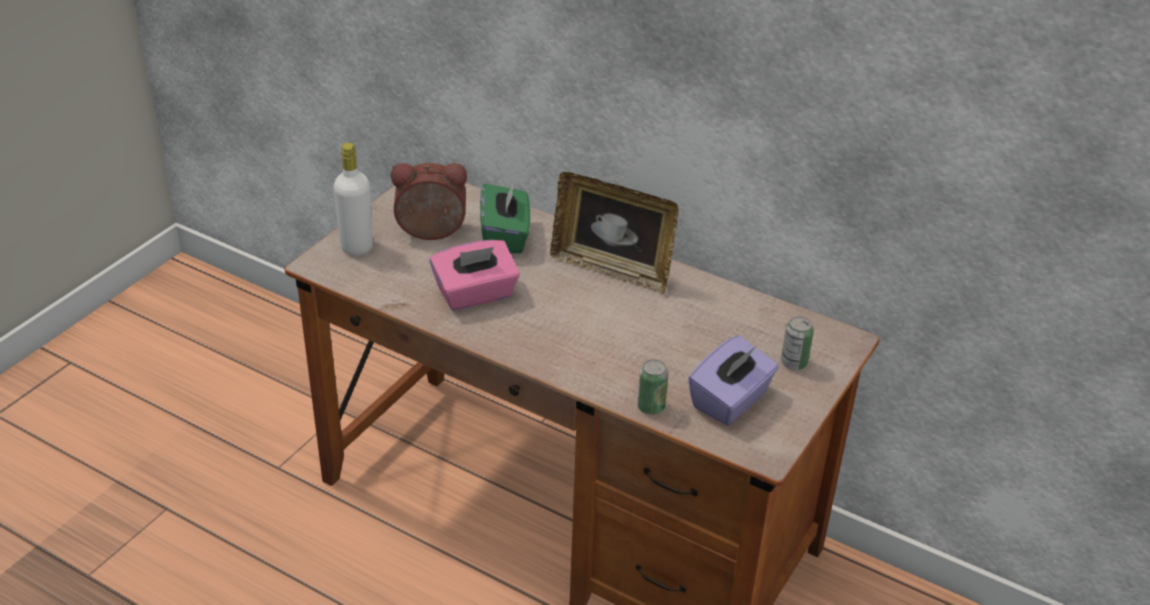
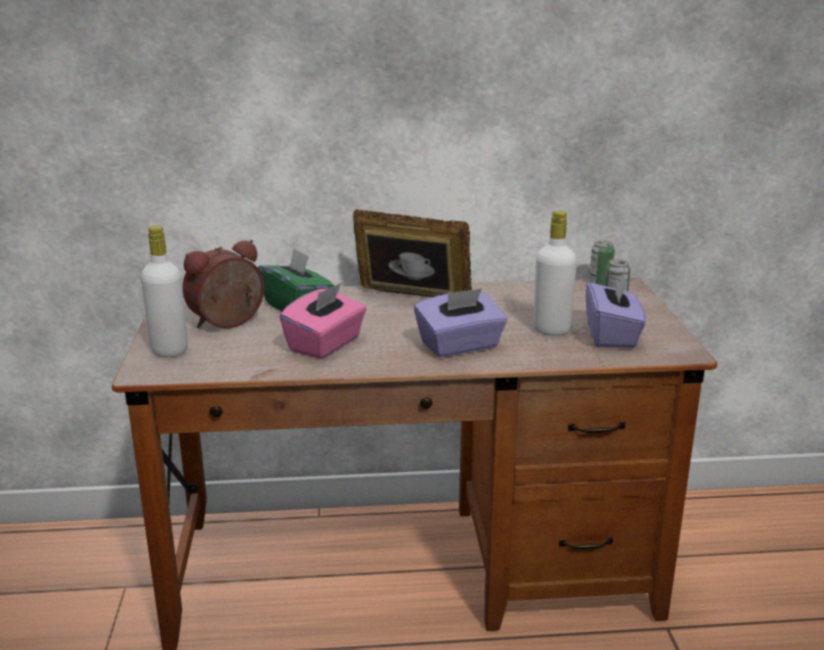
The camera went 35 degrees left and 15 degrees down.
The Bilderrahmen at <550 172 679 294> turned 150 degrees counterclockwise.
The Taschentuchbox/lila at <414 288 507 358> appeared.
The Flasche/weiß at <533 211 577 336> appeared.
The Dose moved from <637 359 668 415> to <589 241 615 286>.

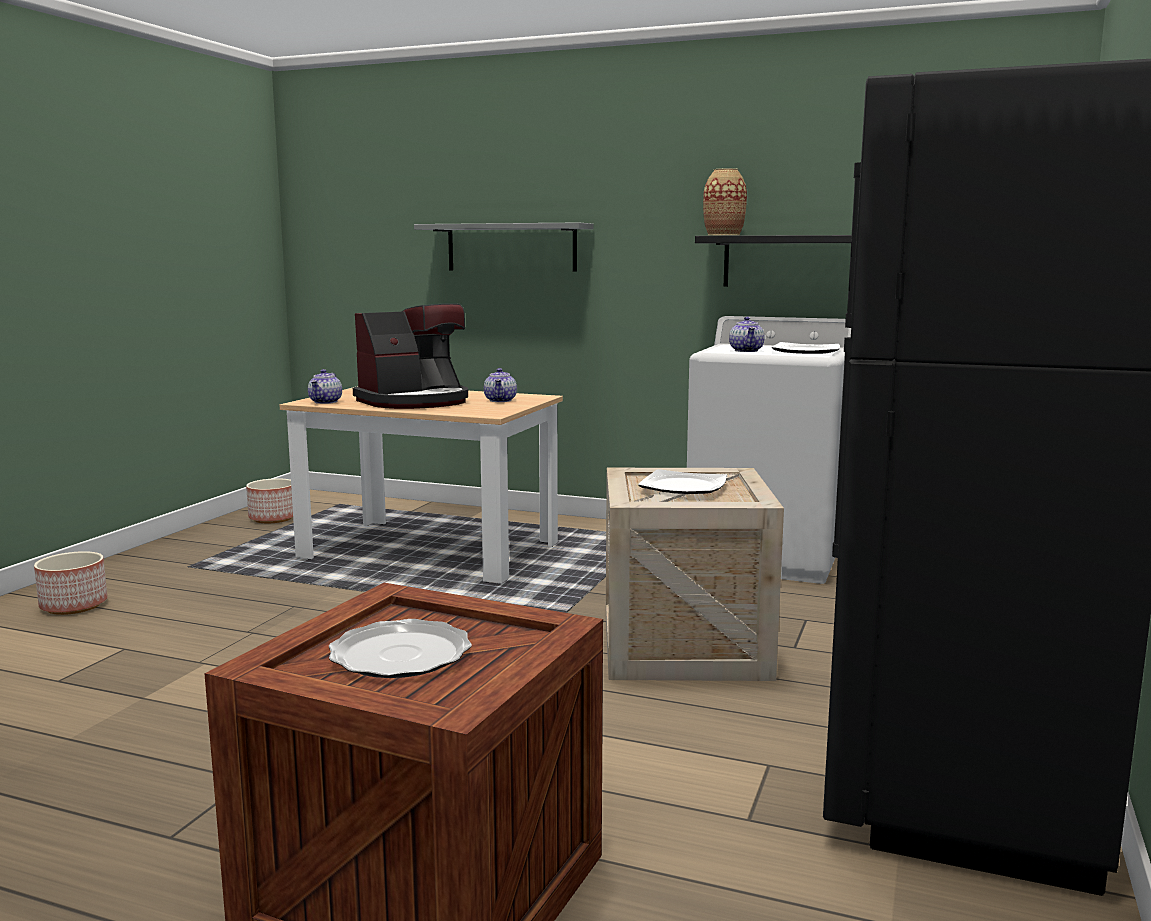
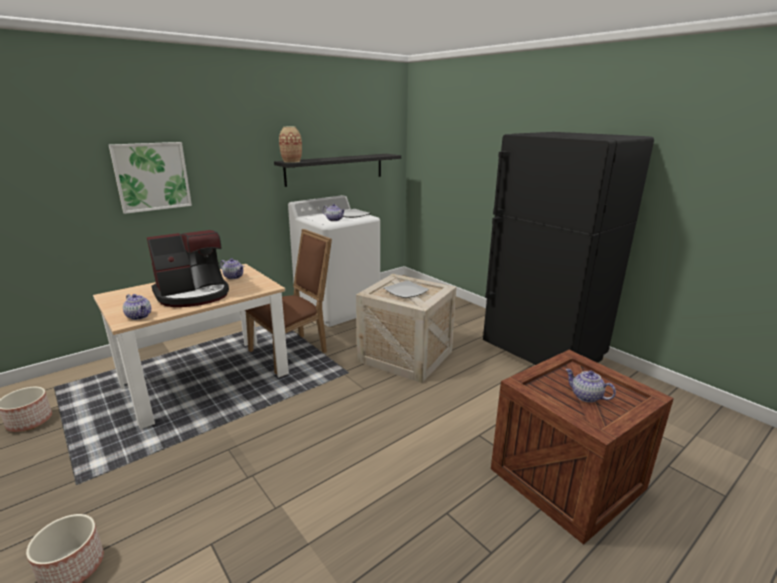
The camera went 60 degrees left and 10 degrees up.
The Wandregal/grau at <414 223 593 272> was replaced by the Bild at <109 142 192 214>.
The Kaffeemaschine at <353 303 468 409> turned 60 degrees clockwise.
The Stuhl/braun at <245 229 332 375> appeared.
The Teller at <329 619 472 678> was replaced by the Teekanne at <565 369 616 403>.

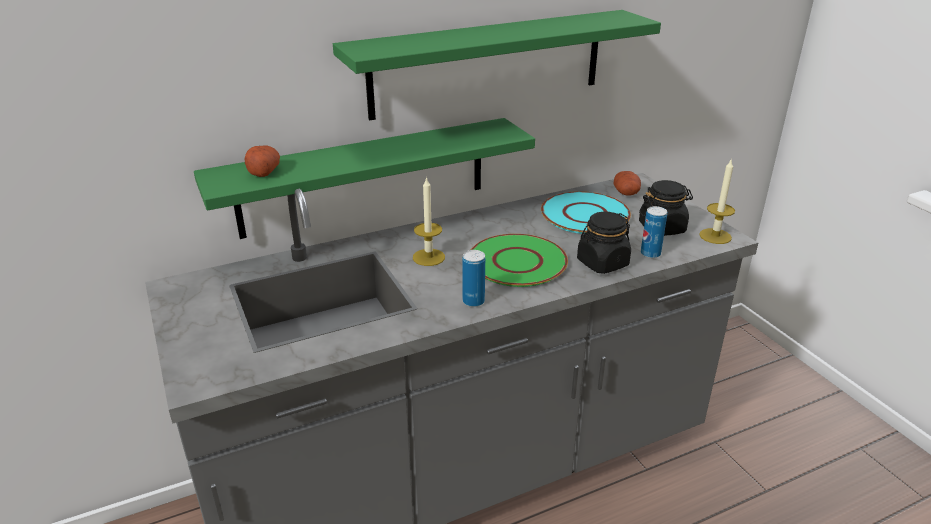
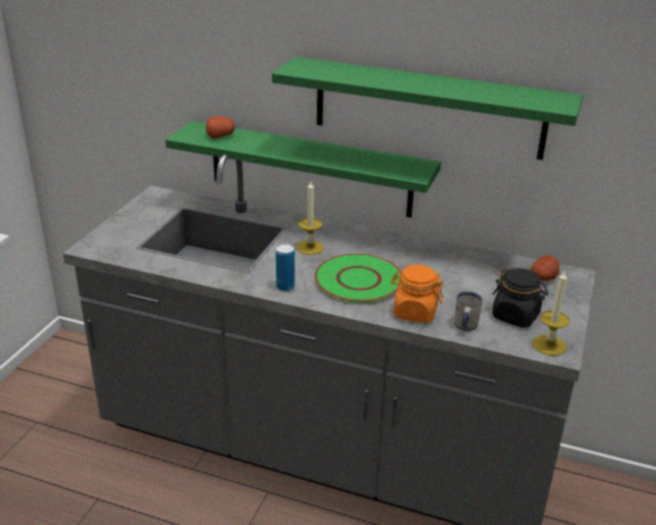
The camera went 45 degrees right and 0 degrees up.
The Vorratsglas/schwarz at <577 212 631 274> became the Vorratsglas/orange at <391 265 443 323>.
The Dose at <641 206 667 258> was replaced by the Henkelbecher/weiß at <454 291 483 331>.
The Teller/türkis at <541 191 631 234> disappeared.

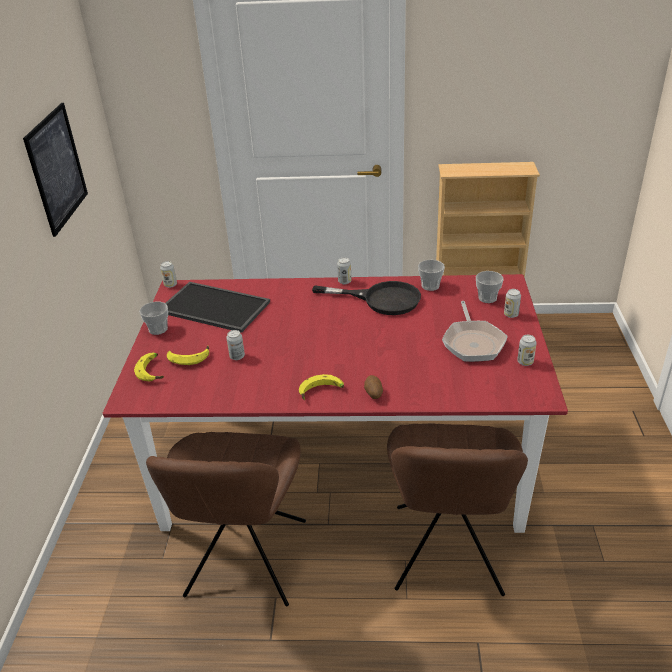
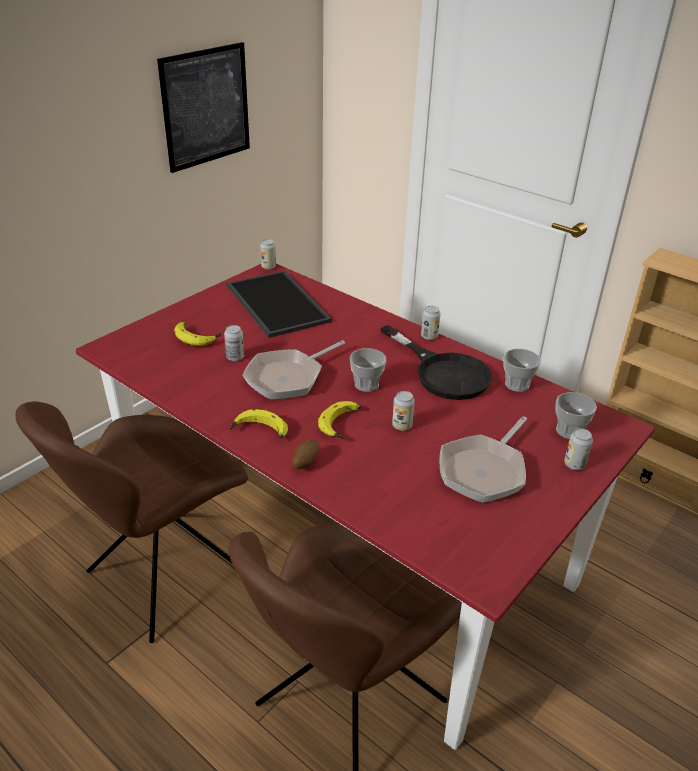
The camera went 35 degrees right and 0 degrees up.
The Pfanne at <242 340 345 400> appeared.
The Banane moved from <134 353 164 381> to <318 401 361 439>.
The Tasse moved from <139 301 168 335> to <350 348 386 392>.
The Dose moved from <517 335 537 366> to <392 391 415 431>.

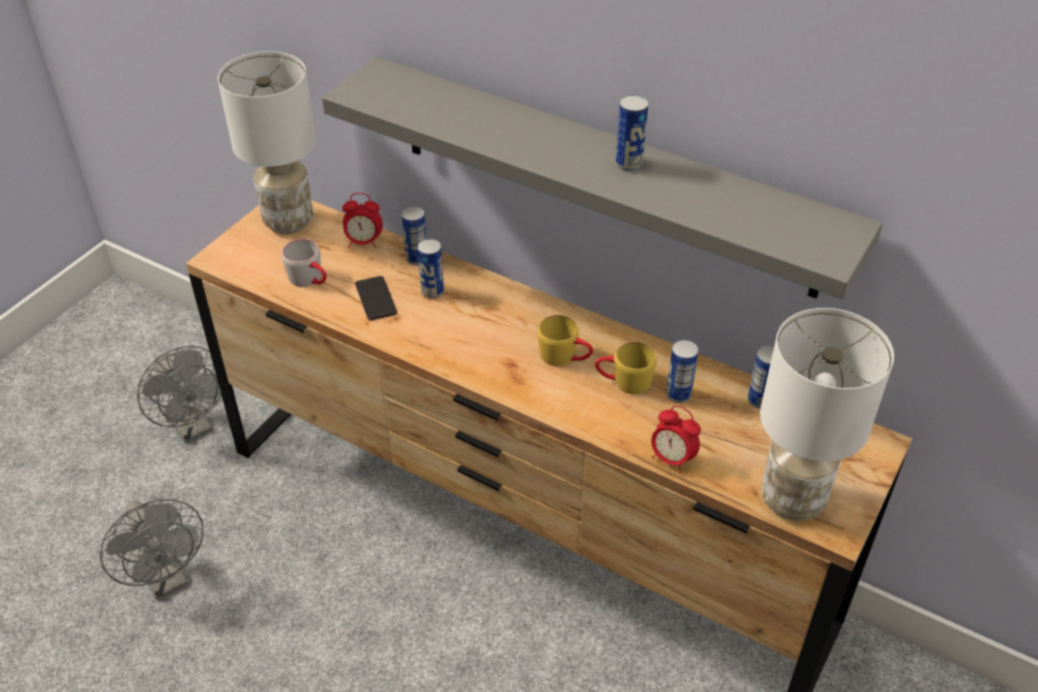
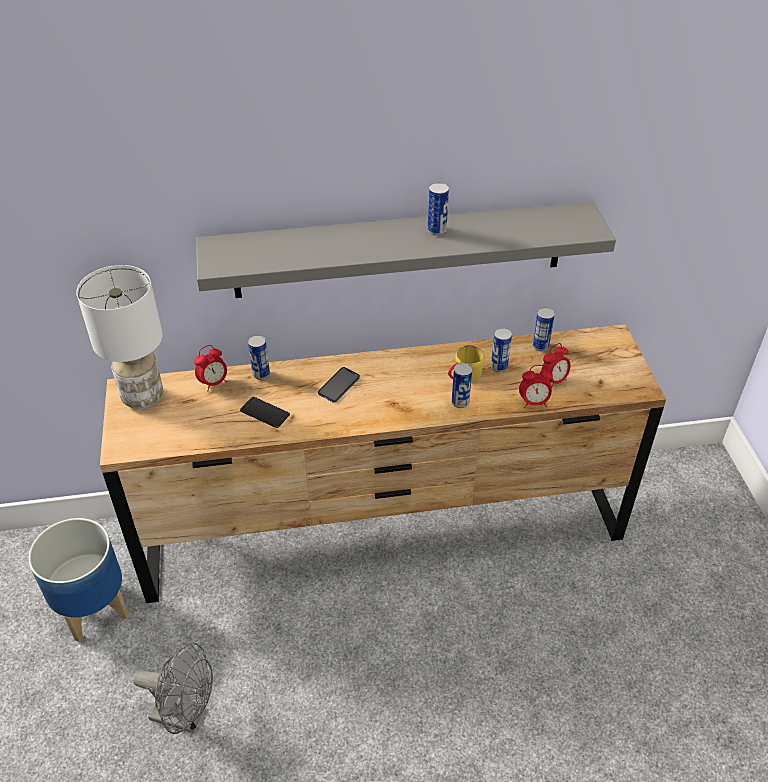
The camera went 40 degrees left and 0 degrees up.
The Ventilator/grau at <137 346 221 443> was replaced by the Pflanzkübel at <28 518 129 642>.
The Handy at <318 367 360 403> appeared.
The Dose moved from <418 239 444 299> to <452 363 472 408>.
The Wecker at <541 343 571 389> appeared.
The Henkelbecher/grau at <282 239 327 287> disappeared.
The Henkelbecher/gelb at <538 314 593 366> disappeared.
The Tischlampe/weiß at <760 308 894 521> disappeared.

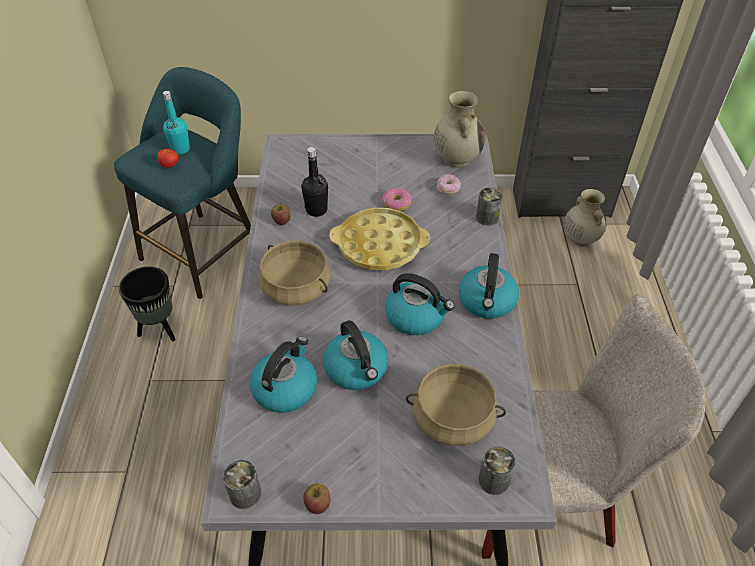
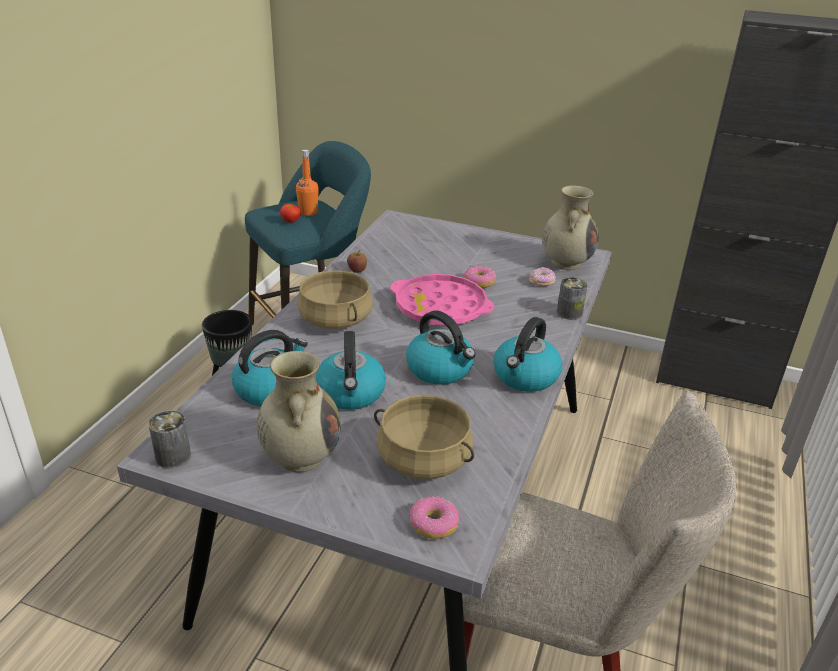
The camera went 20 degrees right and 15 degrees down.
The Vase/beige moved from <564 189 606 246> to <257 351 341 472>.
The Flasche/türkis at <163 91 190 154> became the Flasche/orange at <296 149 319 216>.
The Tablett/gelb at <330 208 430 270> became the Tablett/rosa at <390 274 494 327>.
The Dose at <479 446 516 495> was replaced by the Donut at <409 496 459 539>.
The Flasche/schwarz at <301 147 328 217> disappeared.
The Apfel at <303 483 330 514> disappeared.

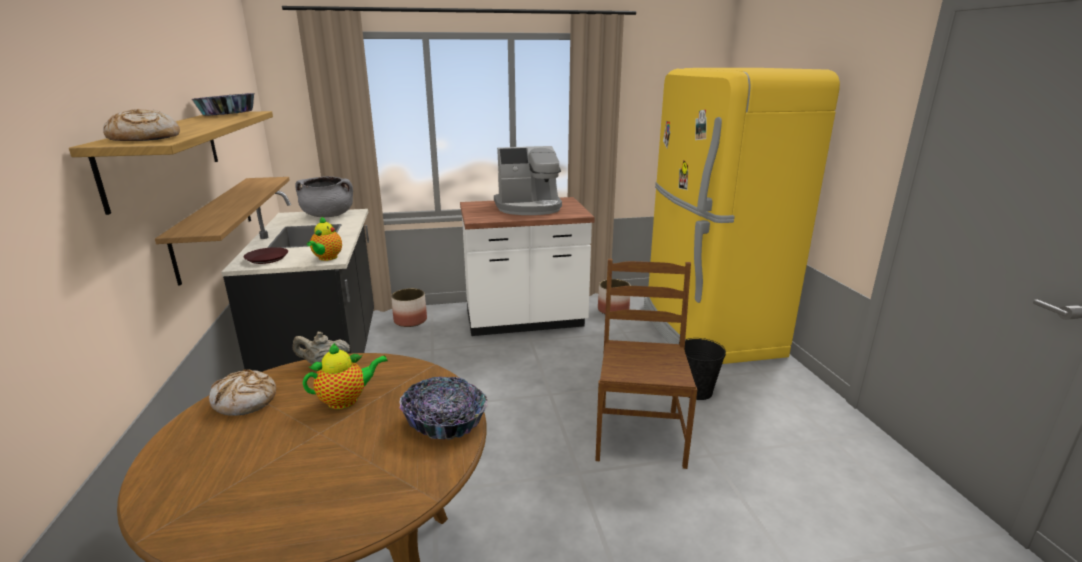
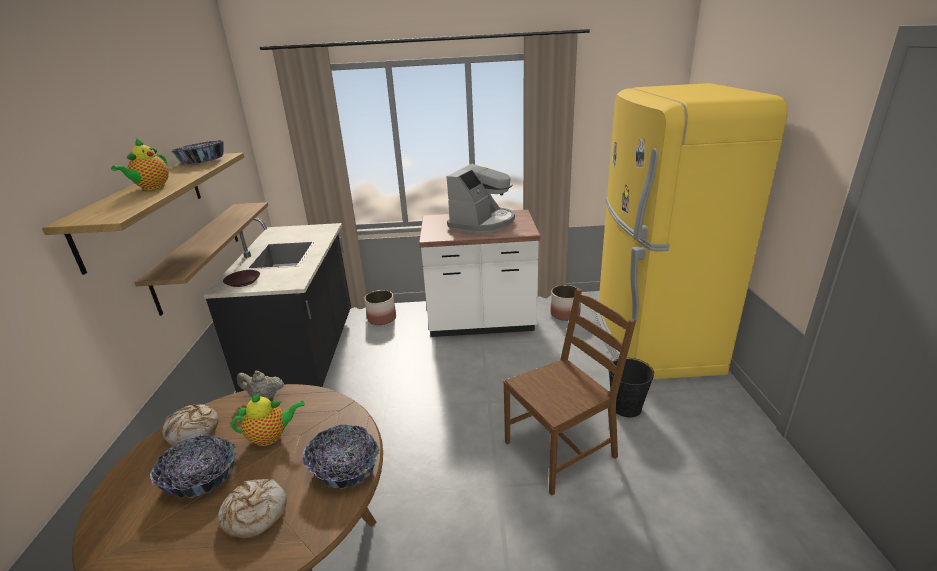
The camera went 10 degrees right and 5 degrees up.
The Teekanne moved from <307 216 342 261> to <111 138 169 190>.
The Schüssel at <150 435 237 498> appeared.
The Brot moved from <103 109 180 141> to <218 479 287 538>.
The Kaffeemaschine at <494 146 562 215> turned 60 degrees counterclockwise.
The Stuhl/braun at <595 259 697 469> turned 45 degrees clockwise.
The Kochtopf/grau at <295 176 353 217> disappeared.

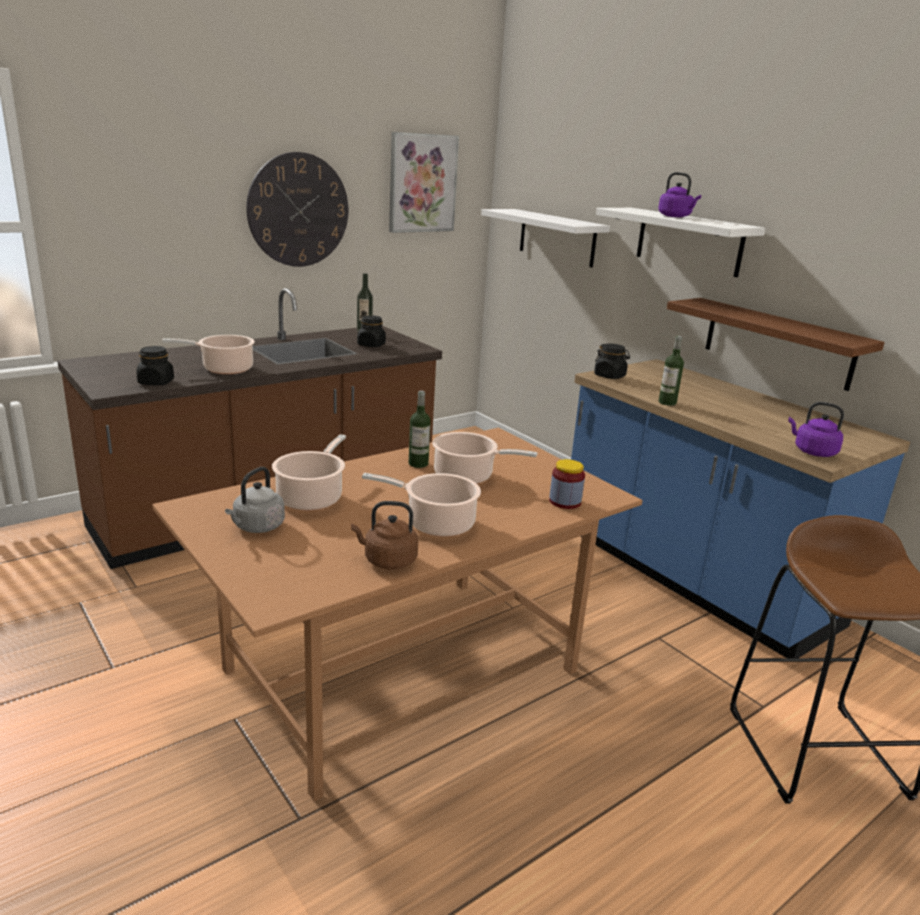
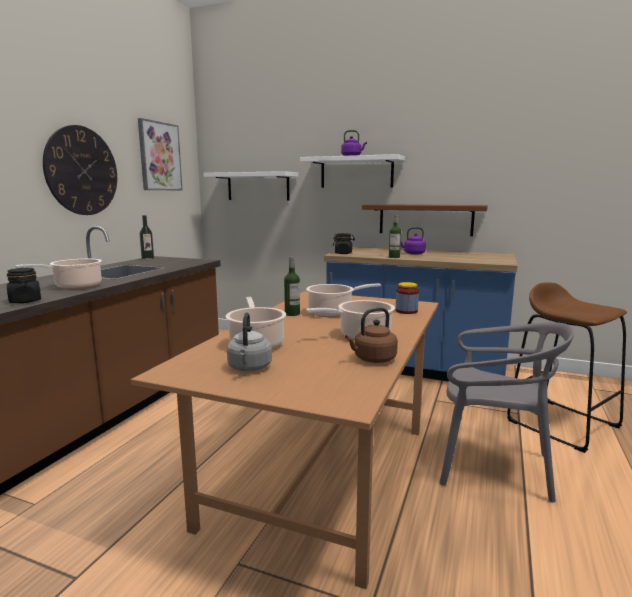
The camera went 30 degrees left and 10 degrees down.
The Wasserkessel/lila moved from <788 402 844 457> to <401 227 426 255>.
The Stuhl/grau at <439 322 574 503> appeared.
The Vorratsglas/schwarz at <357 315 386 347> disappeared.

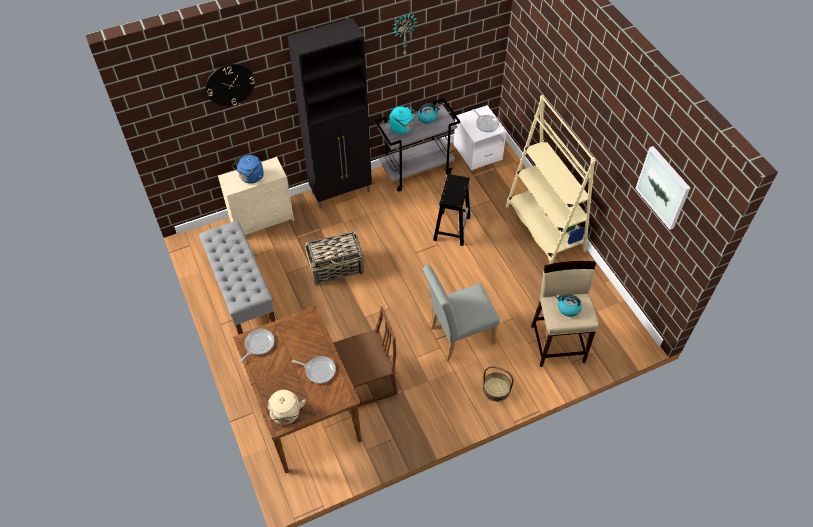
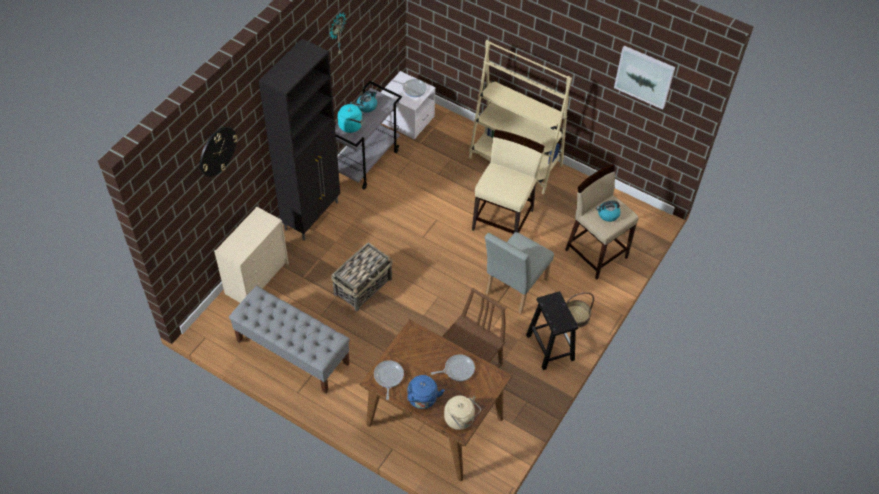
The camera went 35 degrees left and 0 degrees up.
The Wasserkessel/blau moved from <232 155 264 184> to <407 375 444 409>.
The Stuhl/beige at <472 129 545 234> appeared.
The Hocker/schwarz moved from <433 174 471 246> to <526 291 578 370>.

